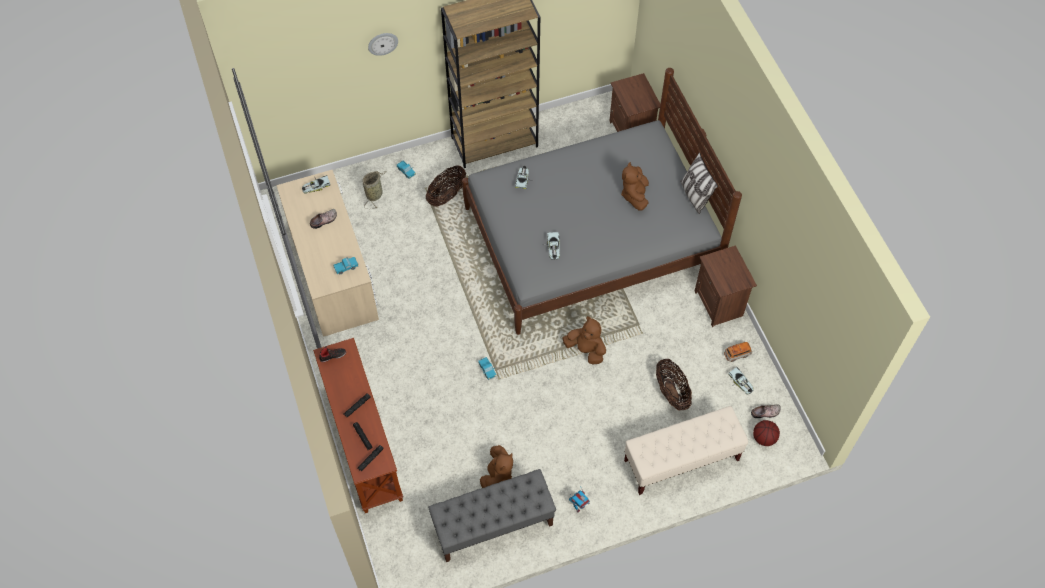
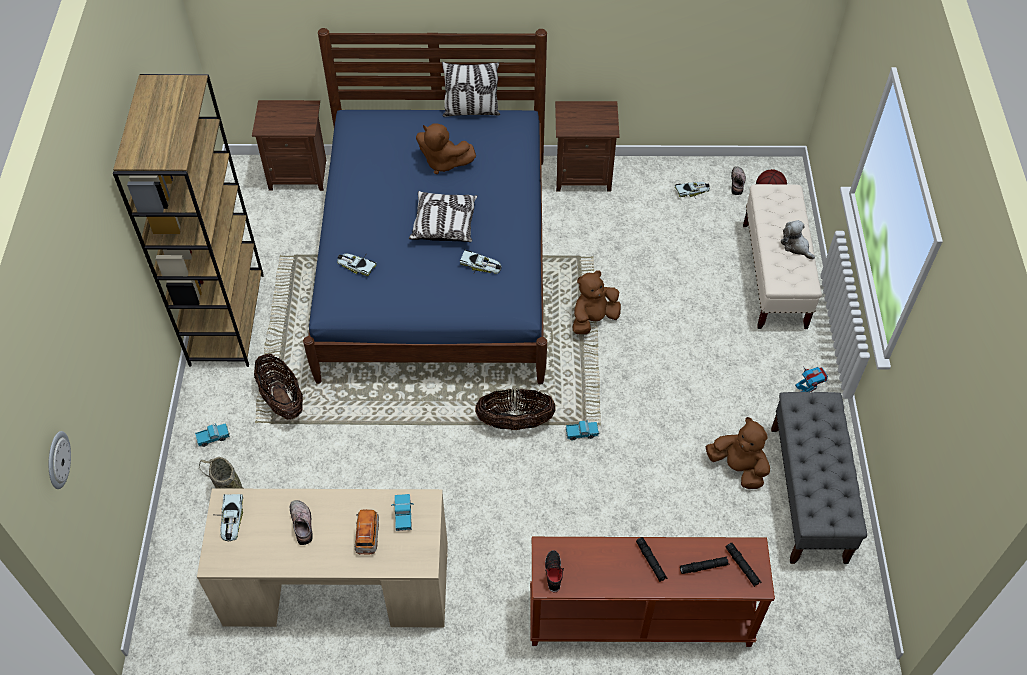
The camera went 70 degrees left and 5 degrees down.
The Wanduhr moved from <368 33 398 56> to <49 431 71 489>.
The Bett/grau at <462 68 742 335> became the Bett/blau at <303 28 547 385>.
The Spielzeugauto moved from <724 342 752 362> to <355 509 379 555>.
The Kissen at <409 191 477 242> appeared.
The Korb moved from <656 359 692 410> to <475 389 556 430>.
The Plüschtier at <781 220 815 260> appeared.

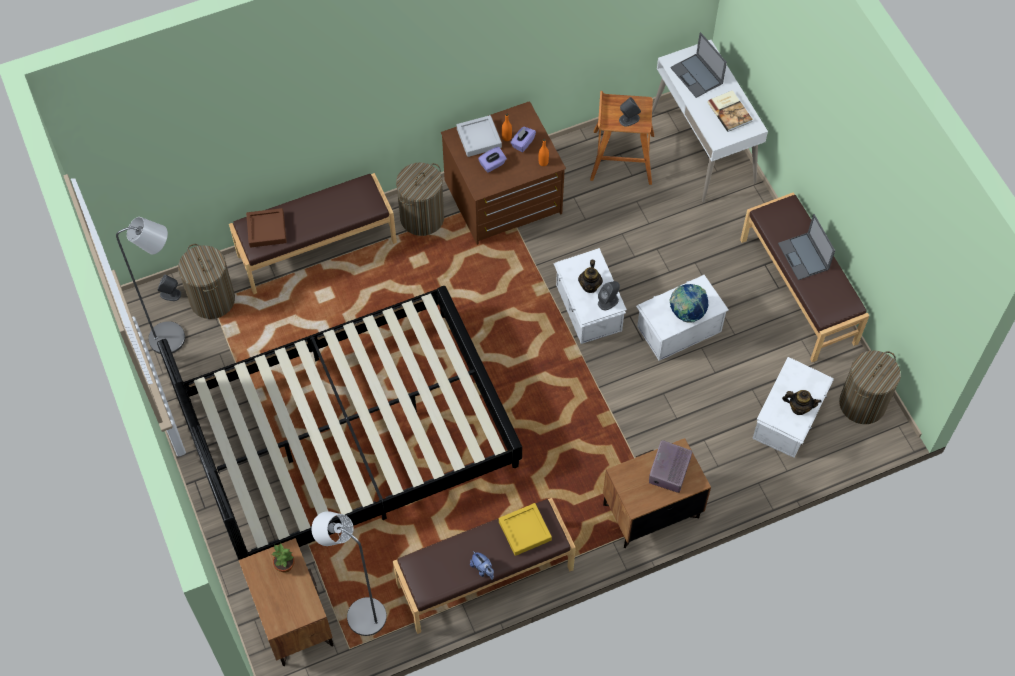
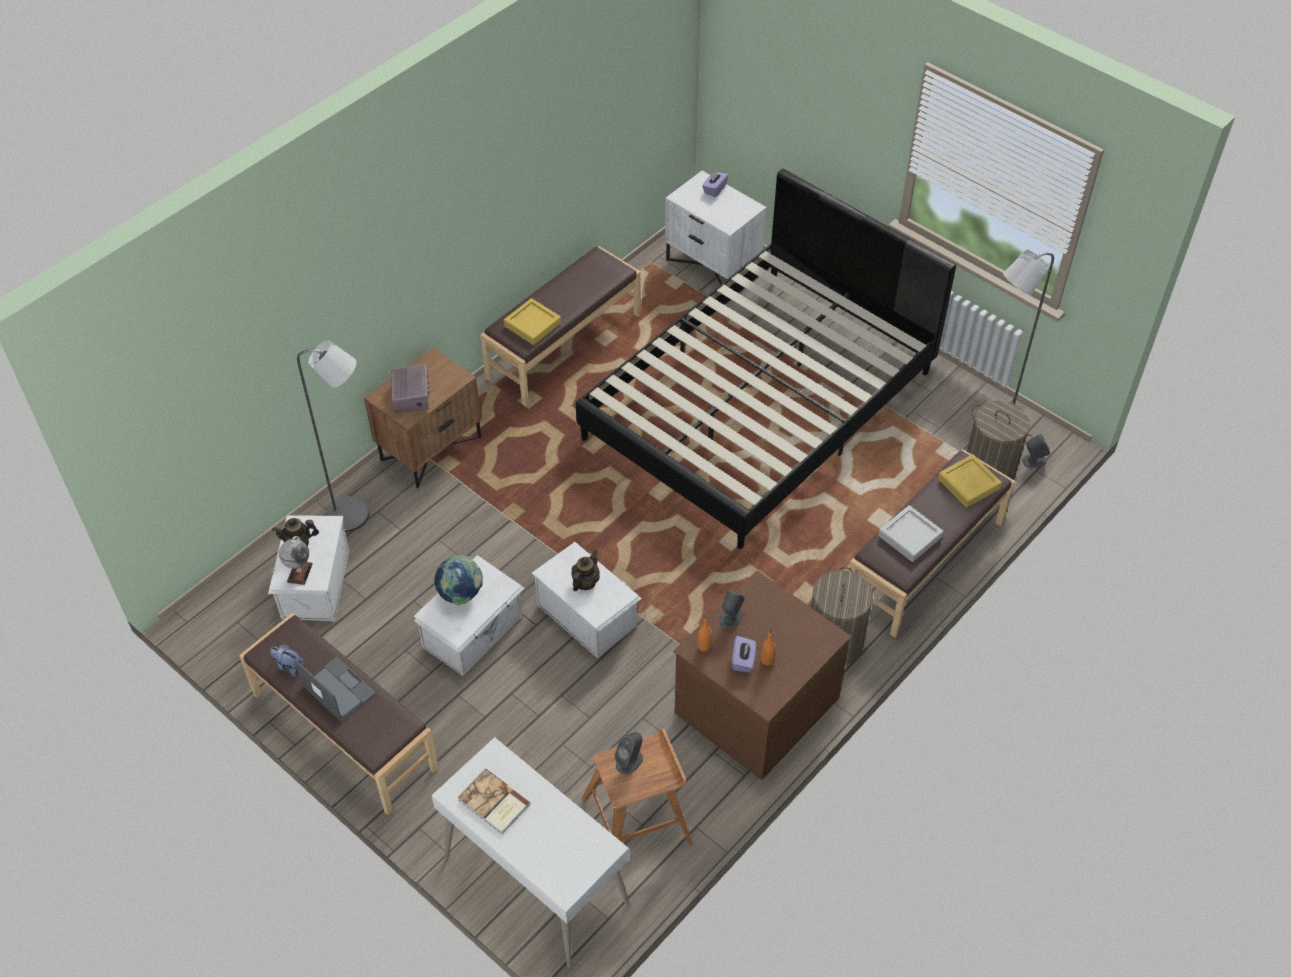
The camera went 155 degrees right and 10 degrees down.
The Plüschtier moved from <470 551 494 580> to <270 644 305 677>.
The Globus at <279 536 313 585> appeared.
The Stehlampe/grau moved from <312 511 387 636> to <297 340 369 532>.
The Teekanne at <578 260 603 293> turned 45 degrees clockwise.
The Nachttisch/braun at <239 538 334 666> became the Nachttisch/weiß at <665 171 767 285>.
The Taschentuchbox/lila moved from <478 147 507 172> to <702 170 728 197>.
The Lautsprecher/grau moved from <598 281 620 310> to <720 589 745 629>.
The Tablett/grau moved from <457 115 502 157> to <878 505 943 562>.
The Tablett/braun at <246 208 287 247> became the Tablett/gelb at <938 454 1002 508>.
The Topfpflanze at <272 543 295 573> disappeared.
The Laptop at <670 32 727 98> disappeared.
The Wäschekorb at <839 351 901 424> disappeared.

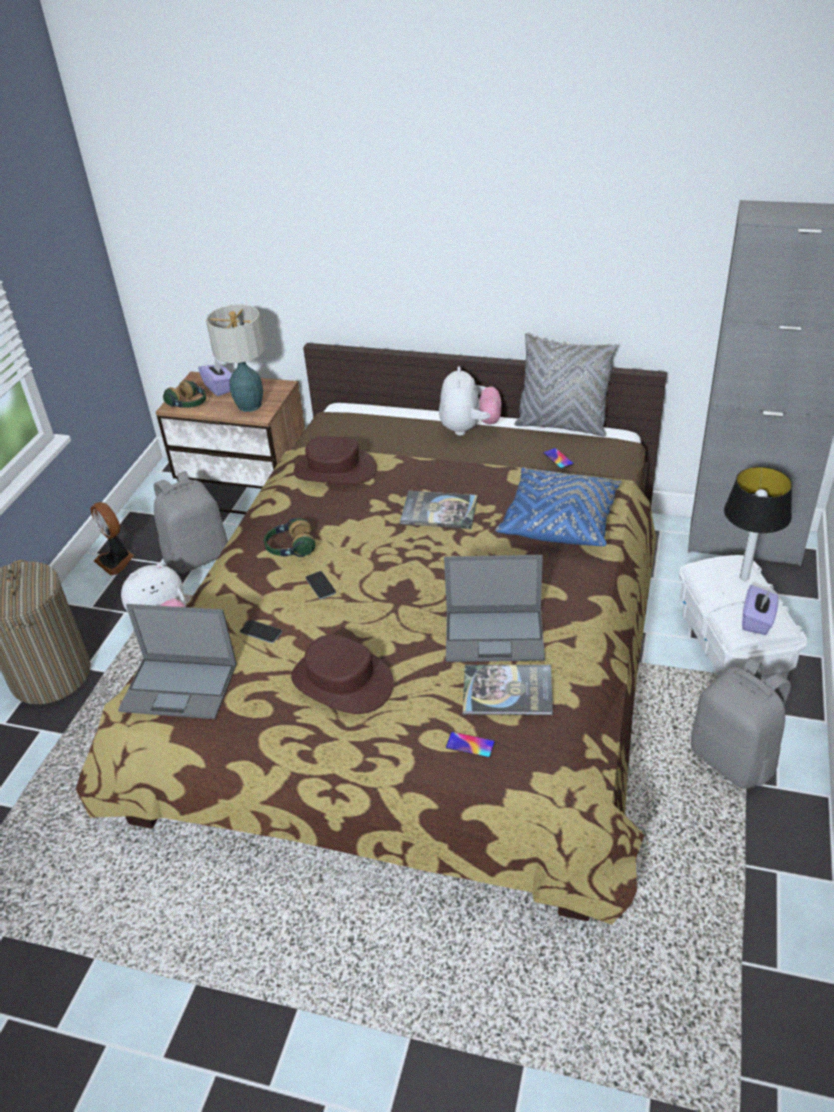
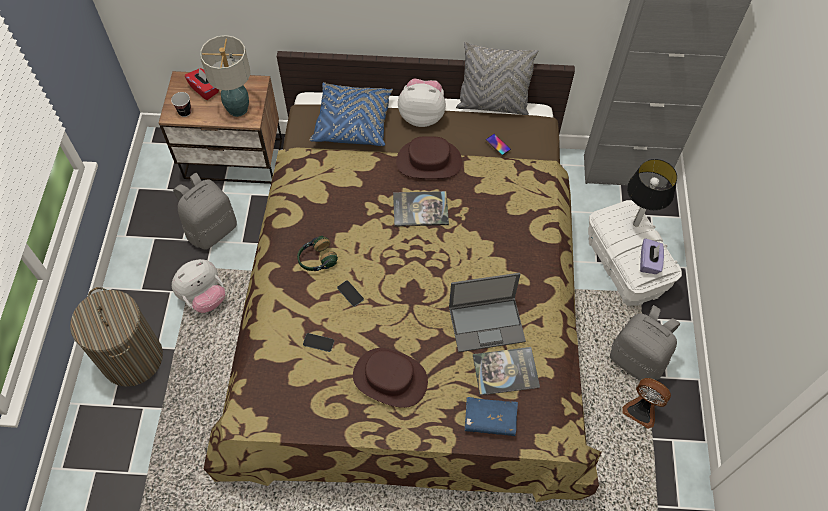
The camera went 15 degrees left and 20 degrees up.
The Kopfhörer at <163 380 206 408> was replaced by the Tasse at <171 92 192 117>.
The Taschentuchbox/lila at <198 359 232 396> became the Taschentuchbox/rot at <185 68 219 100>.
The Kissen/blau moved from <495 467 622 546> to <309 82 393 146>.
The Hut/braun moved from <294 436 377 484> to <396 136 462 179>.
The Plüschtier at <439 366 501 436> turned 75 degrees counterclockwise.
The Handy at <446 732 495 758> was replaced by the Buch/blau at <465 397 518 436>.
The Ventilator moved from <91 502 134 575> to <622 378 671 429>.
The Laptop at <118 604 237 719> disappeared.

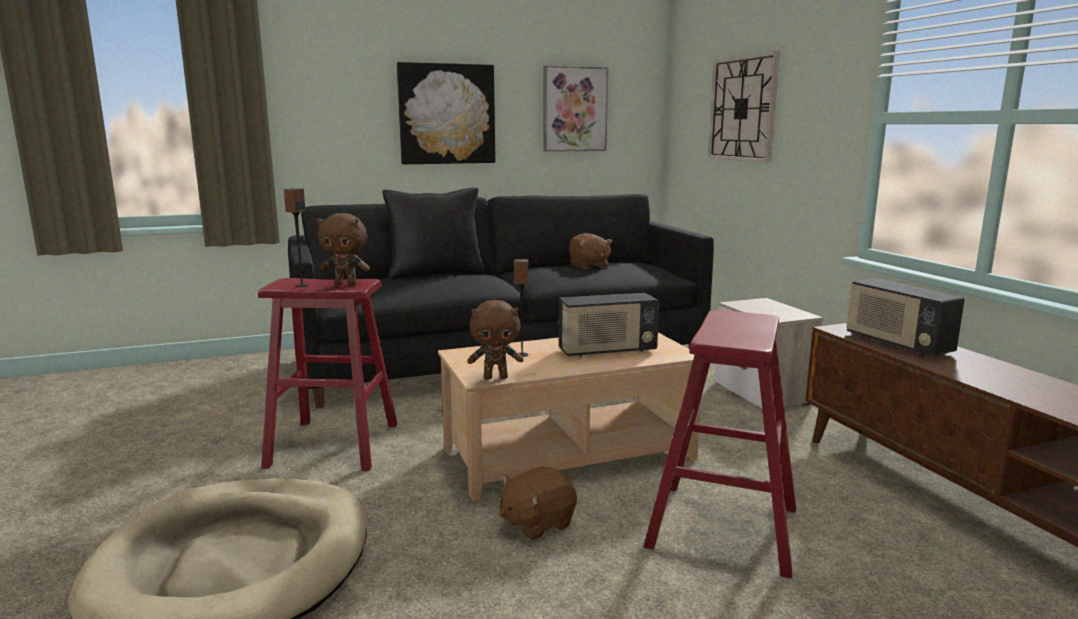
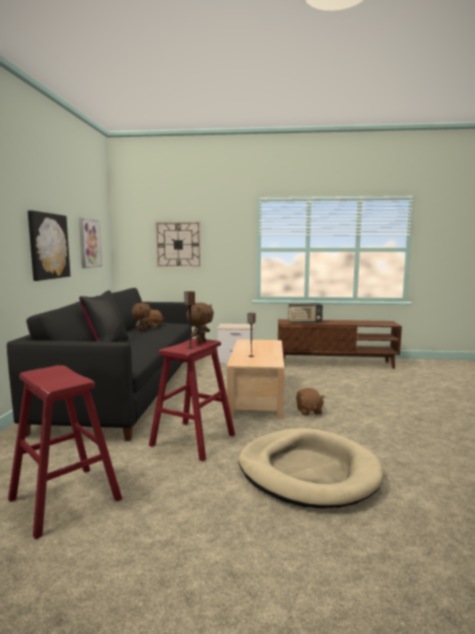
The camera went 65 degrees left and 5 degrees down.
The Hocker/rot moved from <643 310 796 579> to <8 365 122 540>.
The Plüschtier/braun moved from <467 300 523 380> to <131 303 151 332>.
The Radio at <559 293 659 357> disappeared.

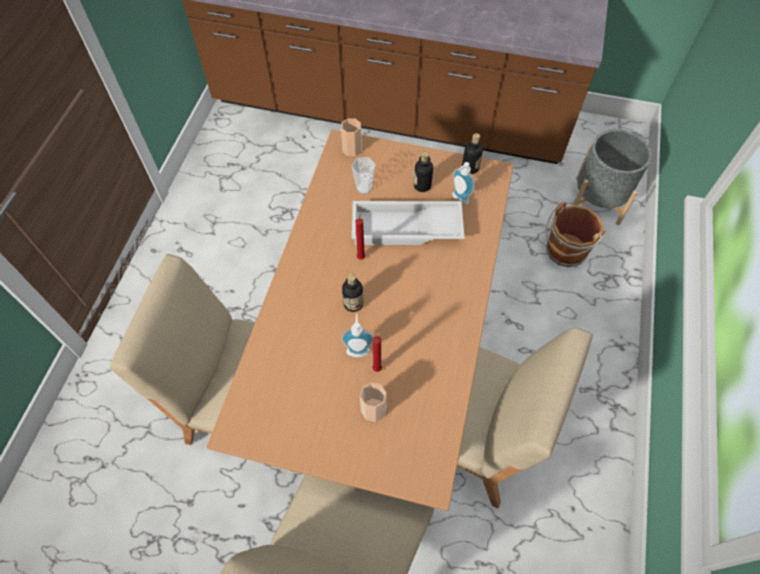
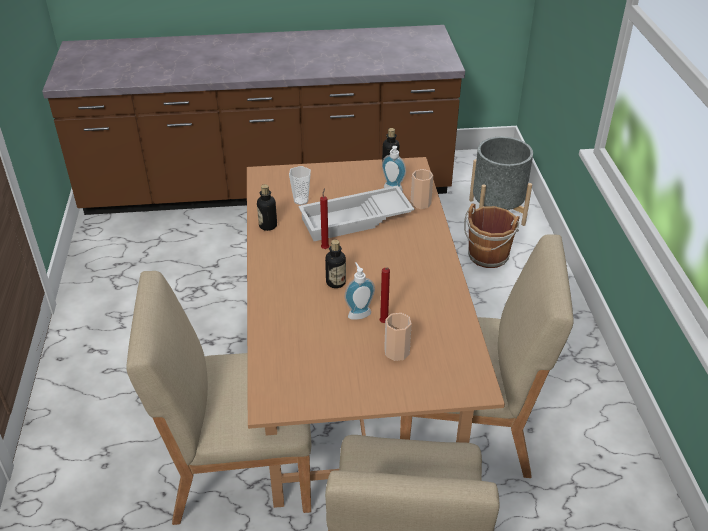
The camera went 20 degrees left and 20 degrees down.
The Flasche moved from <414 151 433 192> to <257 184 277 231>.
The Tasse moved from <341 118 362 157> to <411 169 433 209>.

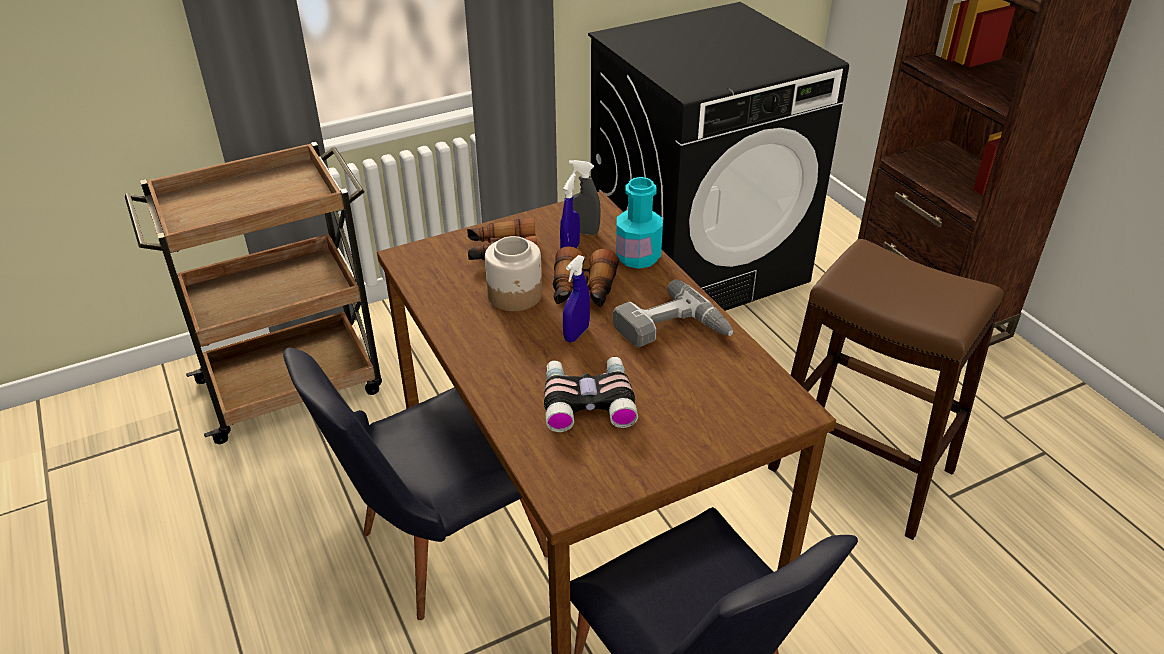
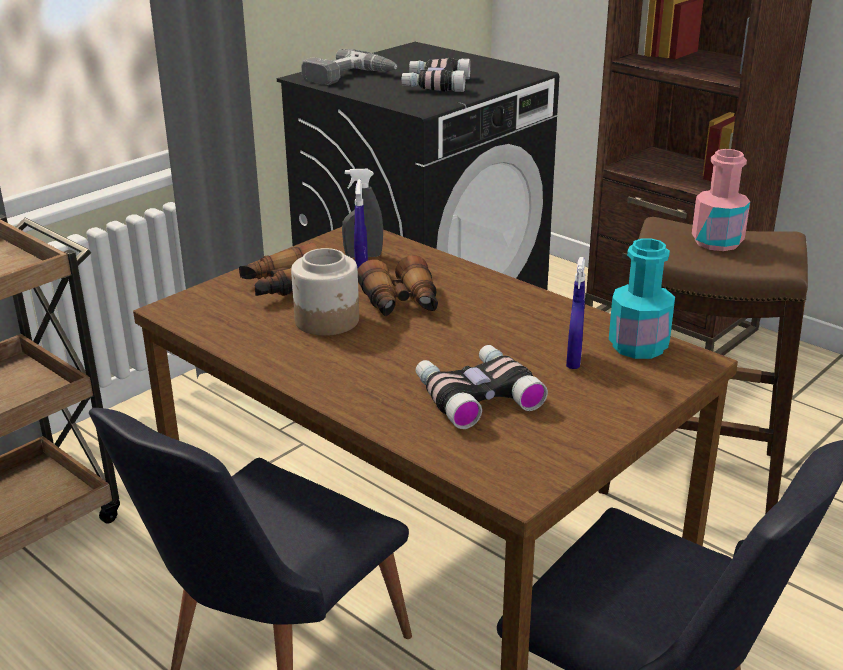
The camera went 20 degrees left and 10 degrees down.
The Bohrmaschine moved from <613 279 733 348> to <301 49 397 85>.
The Fernglas at <402 58 471 92> appeared.
The Sprühflasche/blau moved from <563 255 590 342> to <566 257 585 369>.
The Flasche/türkis moved from <616 177 663 269> to <609 238 675 359>.
The Flasche/rosa at <692 149 750 251> appeared.

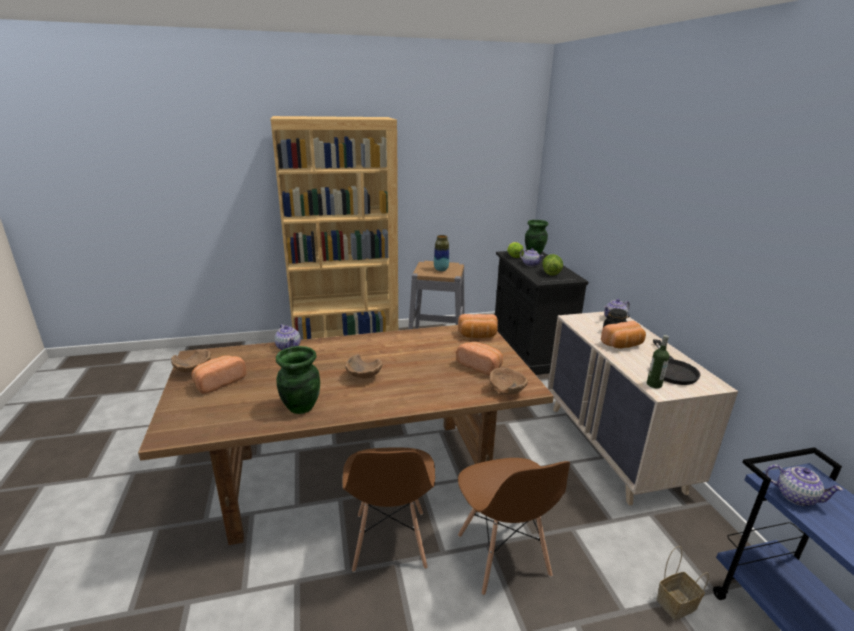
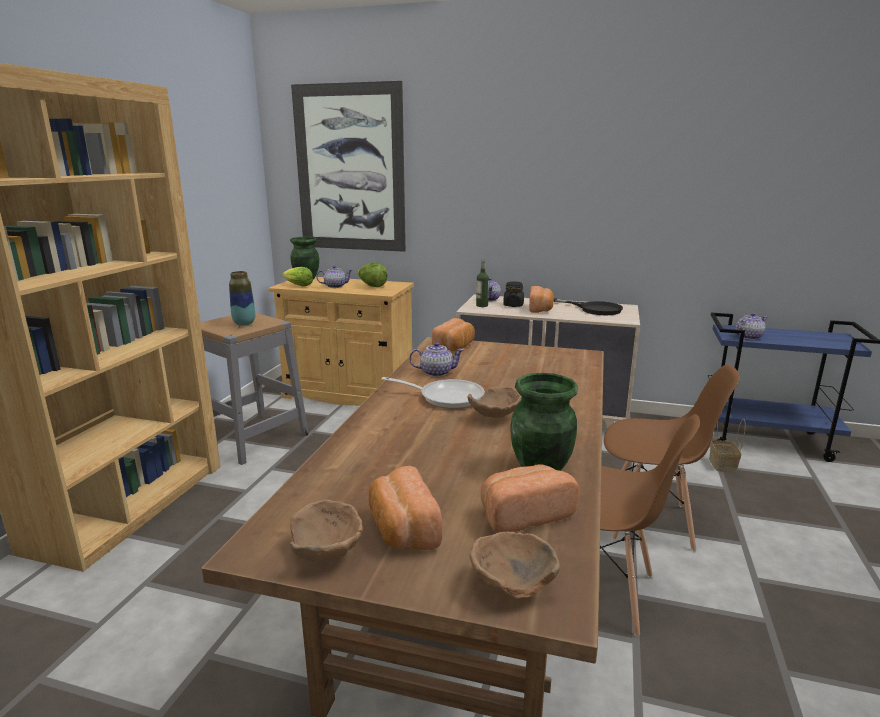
The camera went 60 degrees left and 5 degrees down.
The Schrank/schwarz at <495 250 588 375> became the Schrank/beige at <268 277 414 406>.
The Bild at <291 81 406 252> appeared.
The Pfanne at <381 377 485 409> appeared.
The Teekanne moved from <275 324 301 350> to <409 342 464 377>.
The Schüssel/braun moved from <489 368 528 395> to <470 532 560 599>.
The Flasche moved from <647 335 669 388> to <476 260 489 307>.
The Brot moved from <456 342 503 376> to <481 464 579 533>.

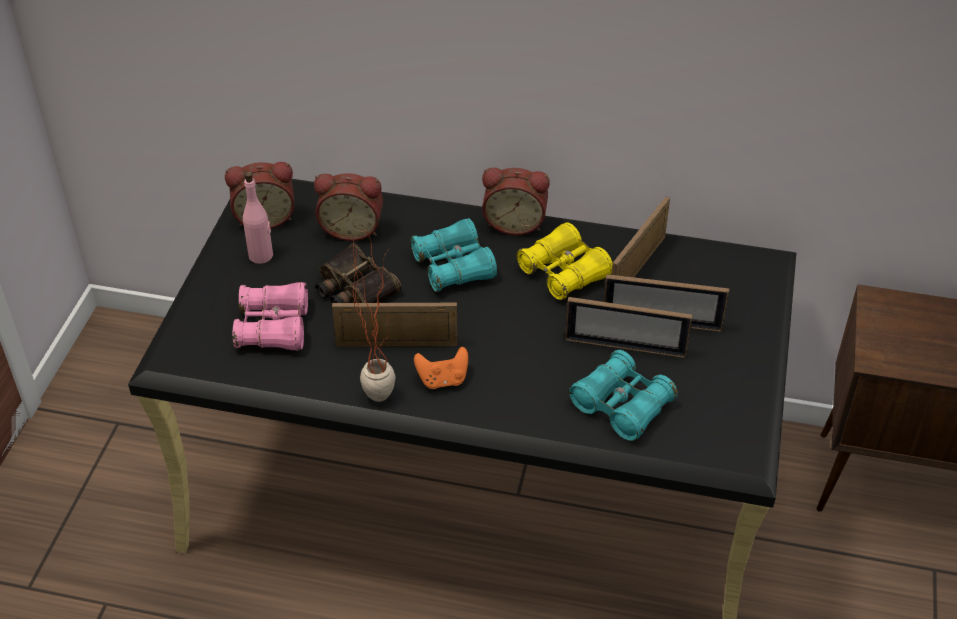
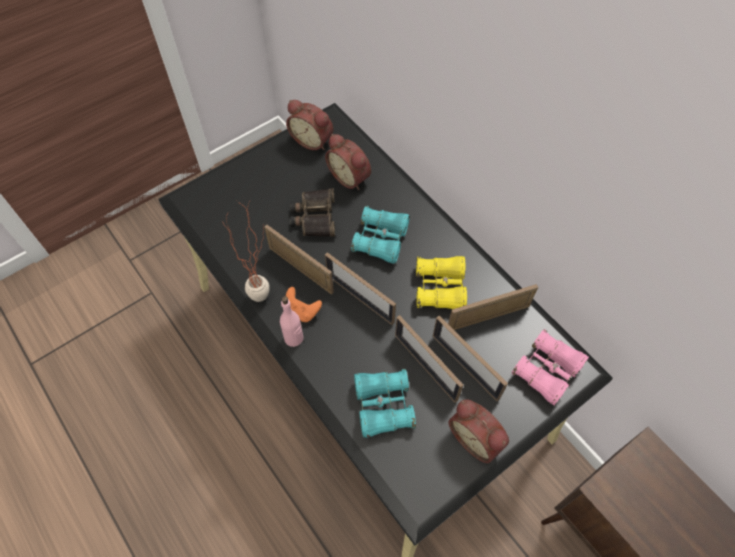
The camera went 40 degrees right and 15 degrees up.
The Flasche/rosa moved from <243 171 273 264> to <280 296 303 347>.
The Bilderrahmen at <325 252 396 325> appeared.
The Wecker moved from <482 168 550 235> to <449 399 509 463>.
The Fernglas/rosa moved from <233 282 308 351> to <511 329 589 406>.

